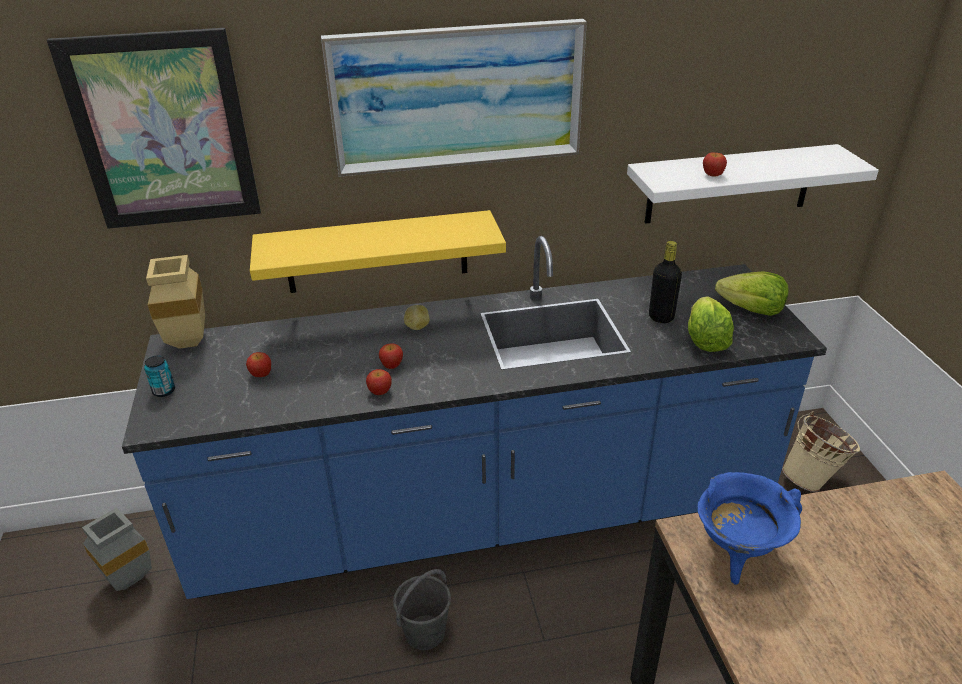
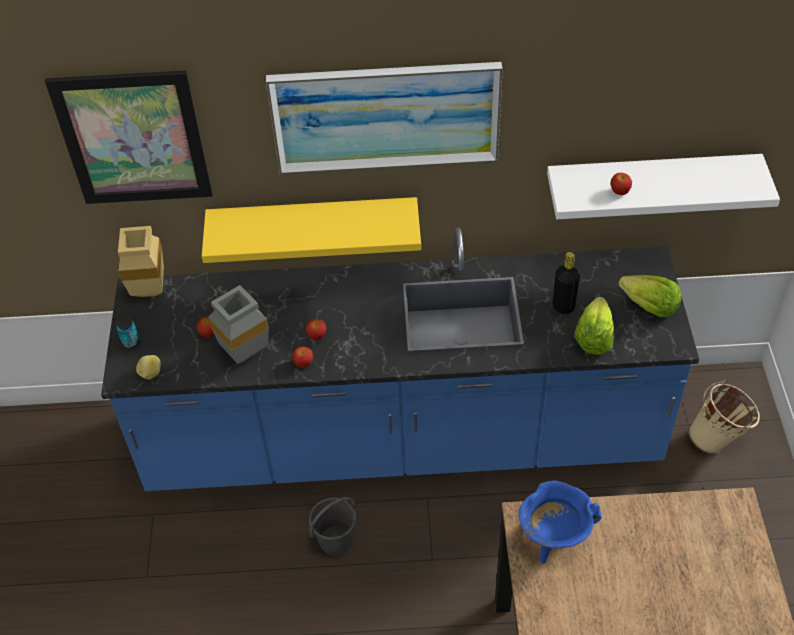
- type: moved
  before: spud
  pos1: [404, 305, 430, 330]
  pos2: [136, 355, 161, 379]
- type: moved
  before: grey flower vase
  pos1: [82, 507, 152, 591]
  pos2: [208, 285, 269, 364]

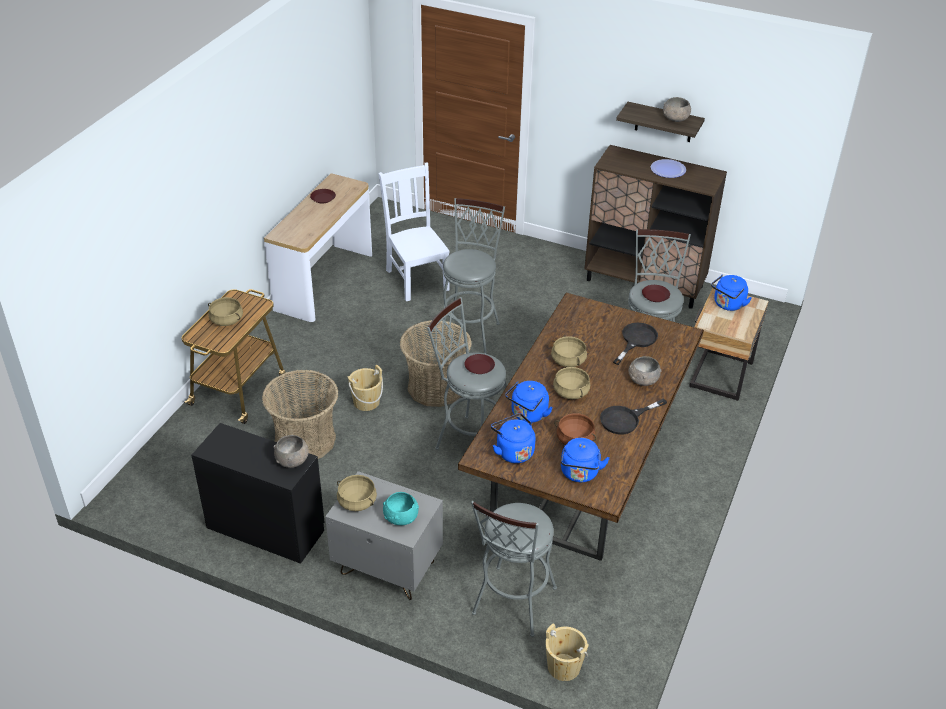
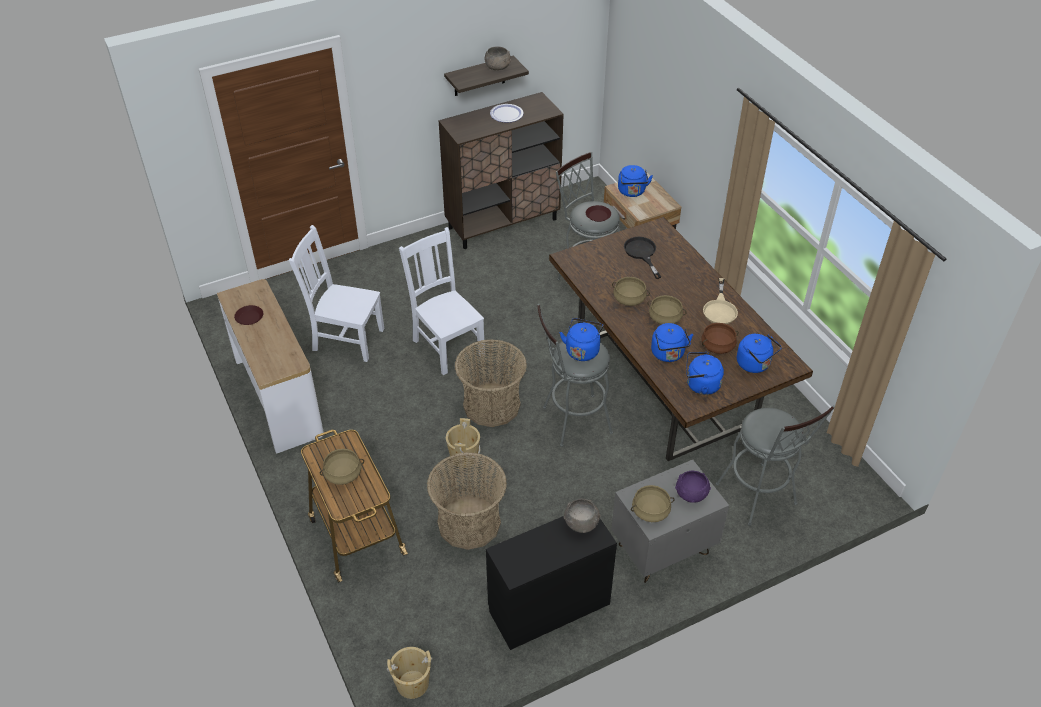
- type: moved
  before: sand-coloured water bucket
  pos1: [545, 623, 589, 681]
  pos2: [387, 647, 433, 699]
- type: replaced
  before: grey stool seat
  after: white chair
  pos1: [437, 198, 505, 354]
  pos2: [399, 227, 485, 375]
- type: replaced
  before: brown dinner plate
  after: blue water kettle
  pos1: [464, 354, 495, 374]
  pos2: [560, 318, 604, 361]
- type: recoloured
  before: turquoise serving bowl
  after: purplish serving bowl
  pos1: [383, 492, 419, 525]
  pos2: [675, 470, 711, 503]
- type: recoloured
  before: blackish skillet
  after: sand-coloured skillet
  pos1: [600, 398, 667, 435]
  pos2: [703, 278, 738, 324]
- type: removed
  before: grey serving bowl
  pos1: [629, 356, 662, 386]

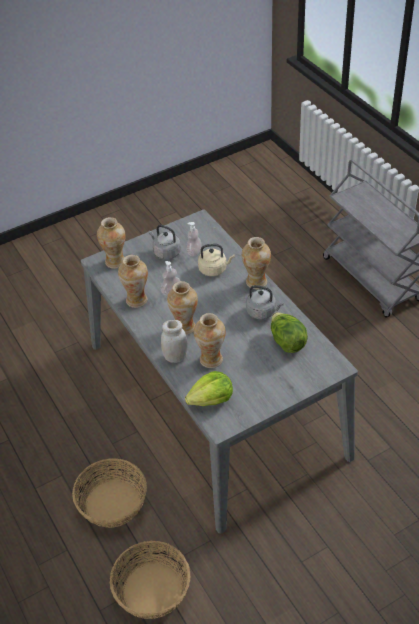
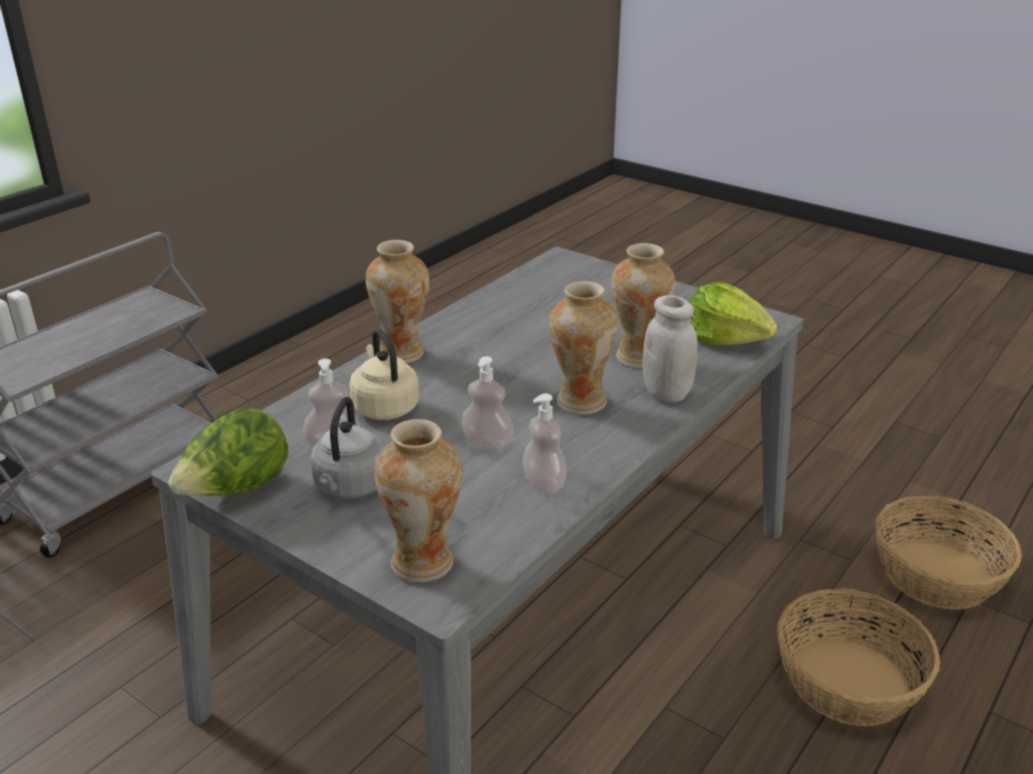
- type: moved
  before: head of lettuce
  pos1: [271, 312, 308, 353]
  pos2: [168, 408, 288, 496]
- type: replaced
  before: flower vase
  after: liquid soap bottle
  pos1: [118, 255, 148, 308]
  pos2: [522, 393, 567, 494]
- type: removed
  before: grey water kettle
  pos1: [246, 285, 284, 319]

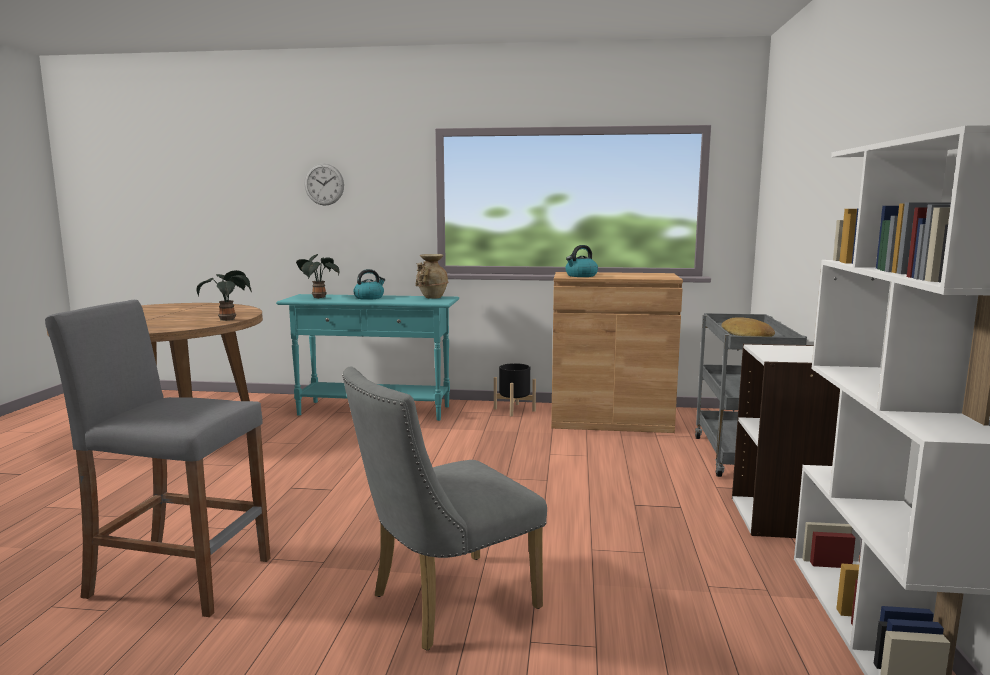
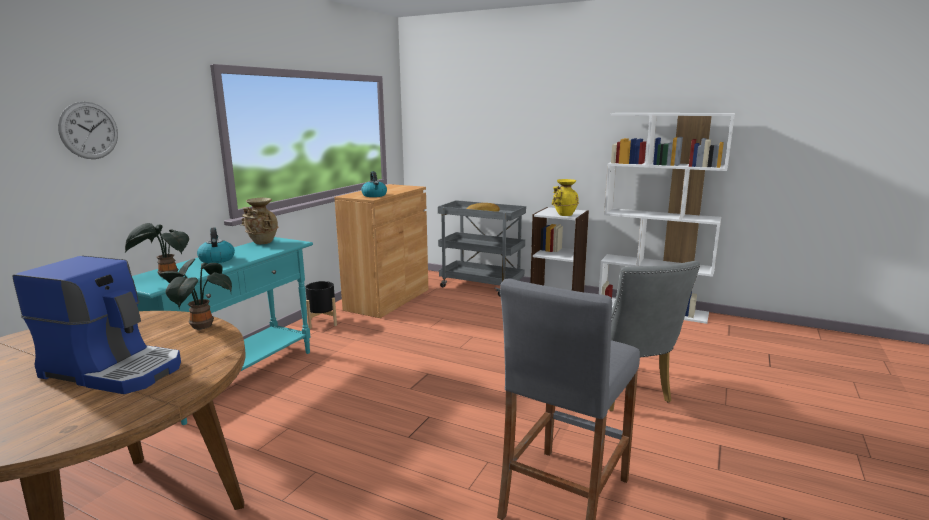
- type: added
  after: coffee maker
  pos2: [13, 256, 181, 394]
- type: added
  after: yellow-coloured flower vase
  pos2: [552, 179, 579, 216]

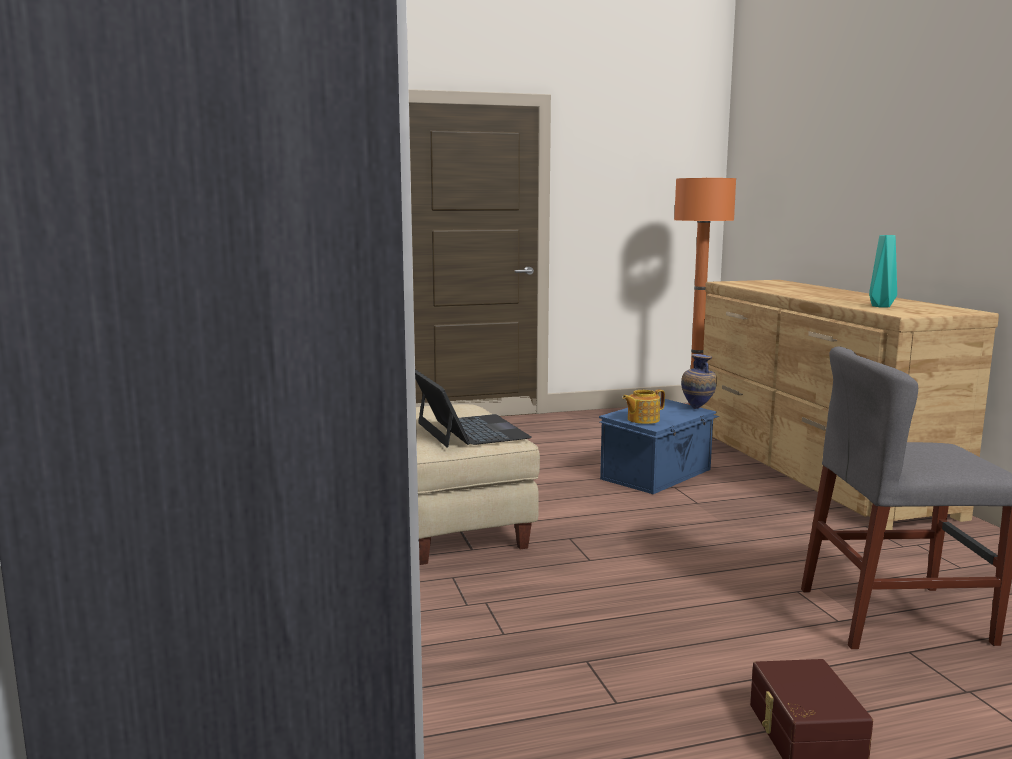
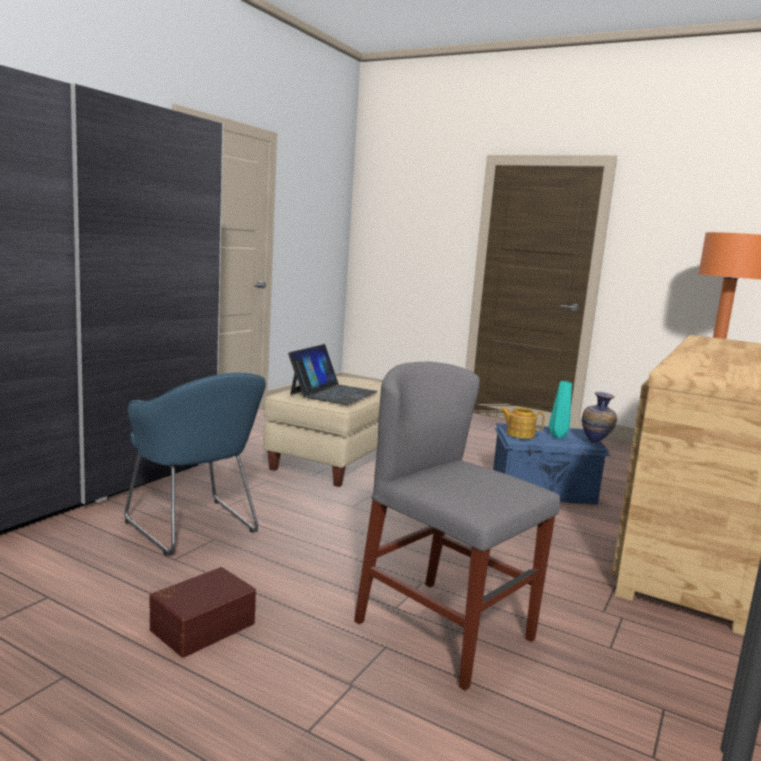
- type: added
  after: blue easy chair
  pos2: [125, 373, 266, 556]
- type: moved
  before: turquoise flower vase
  pos1: [869, 235, 897, 307]
  pos2: [549, 381, 572, 438]

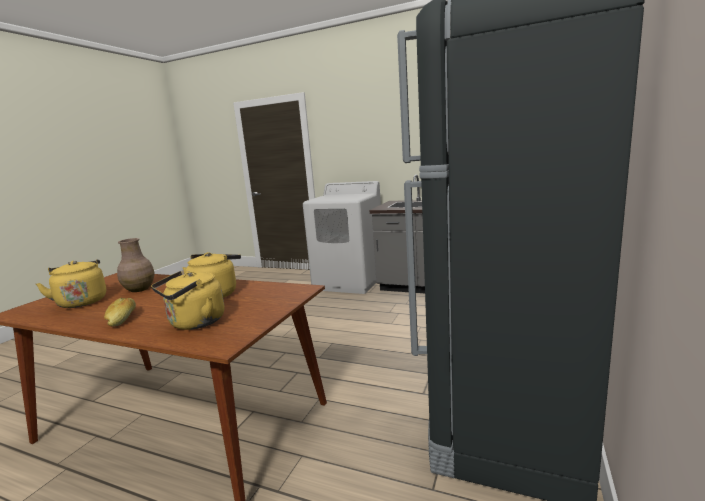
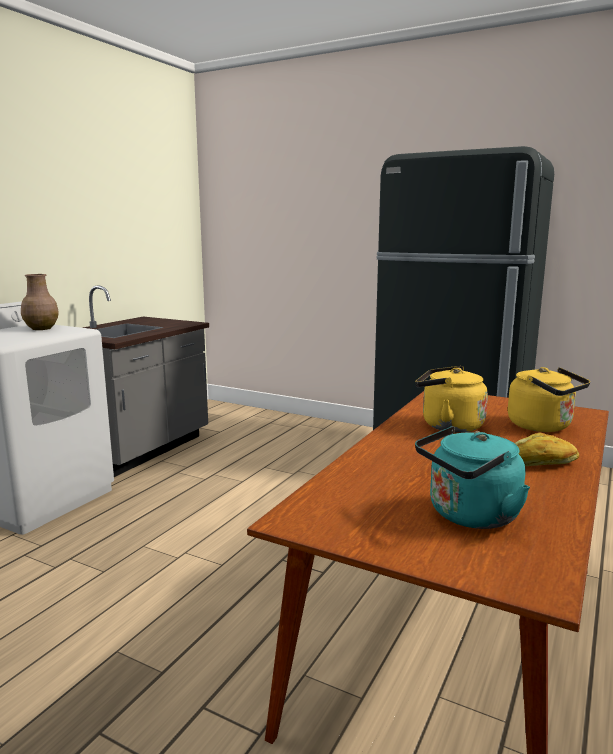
- type: moved
  before: brown flower vase
  pos1: [117, 238, 155, 292]
  pos2: [21, 274, 59, 330]
- type: recoloured
  before: yellow-coloured water kettle
  after: turquoise water kettle
  pos1: [36, 259, 106, 308]
  pos2: [415, 426, 530, 529]

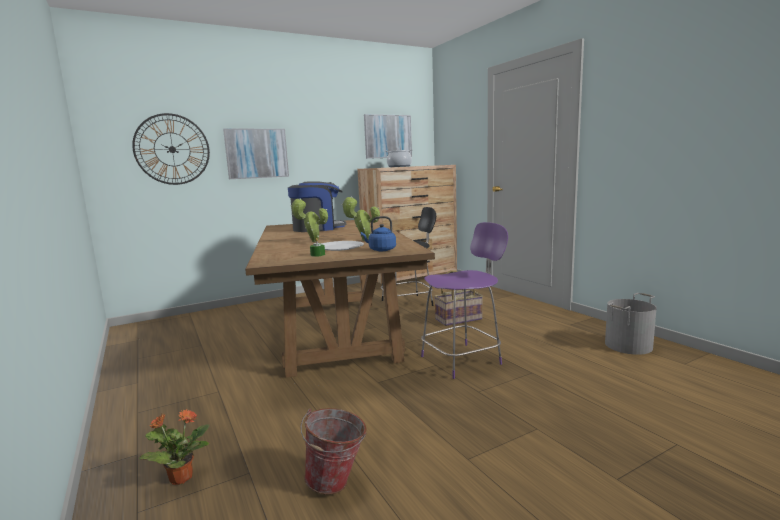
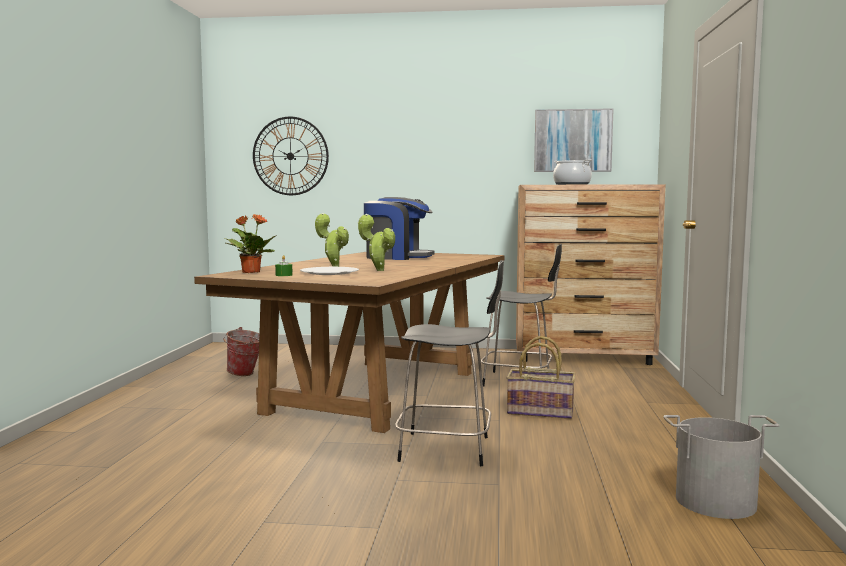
- type: moved
  before: water bucket
  pos1: [301, 408, 367, 494]
  pos2: [223, 327, 259, 376]
- type: moved
  before: houseplant
  pos1: [139, 410, 209, 485]
  pos2: [225, 214, 277, 273]
- type: recoloured
  before: purplish stool seat
  after: blackish stool seat
  pos1: [421, 222, 508, 379]
  pos2: [395, 260, 504, 466]
- type: removed
  before: wall picture
  pos1: [223, 129, 289, 179]
- type: removed
  before: blue water kettle
  pos1: [361, 216, 396, 251]

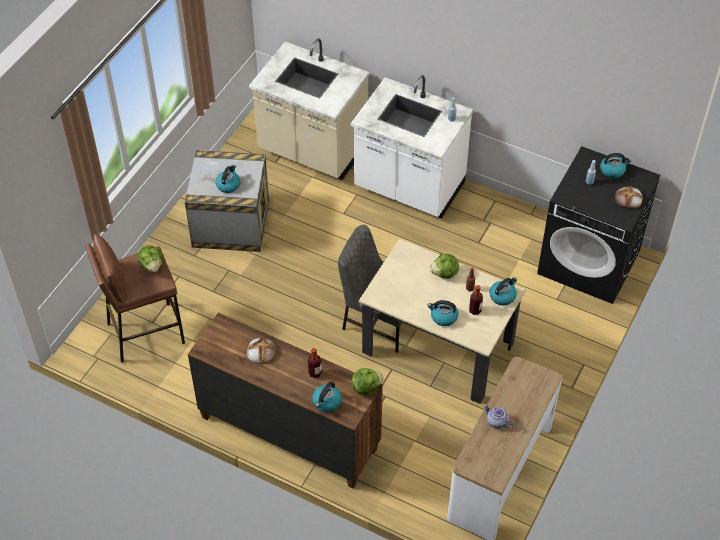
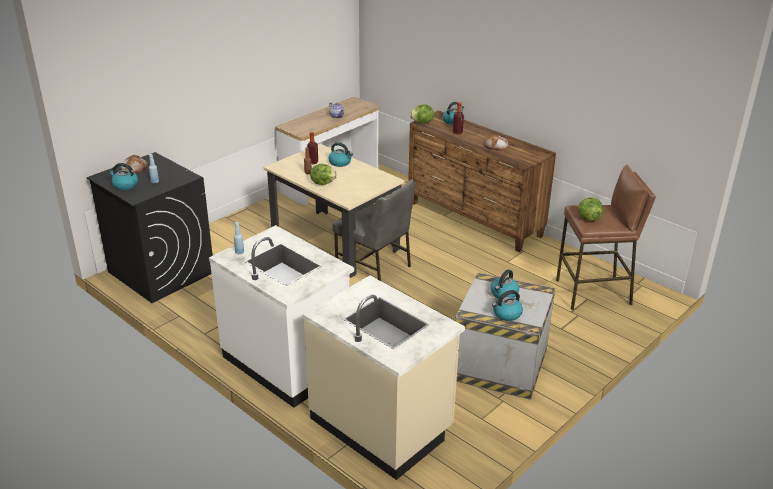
- type: moved
  before: water kettle
  pos1: [489, 277, 517, 305]
  pos2: [492, 290, 523, 321]

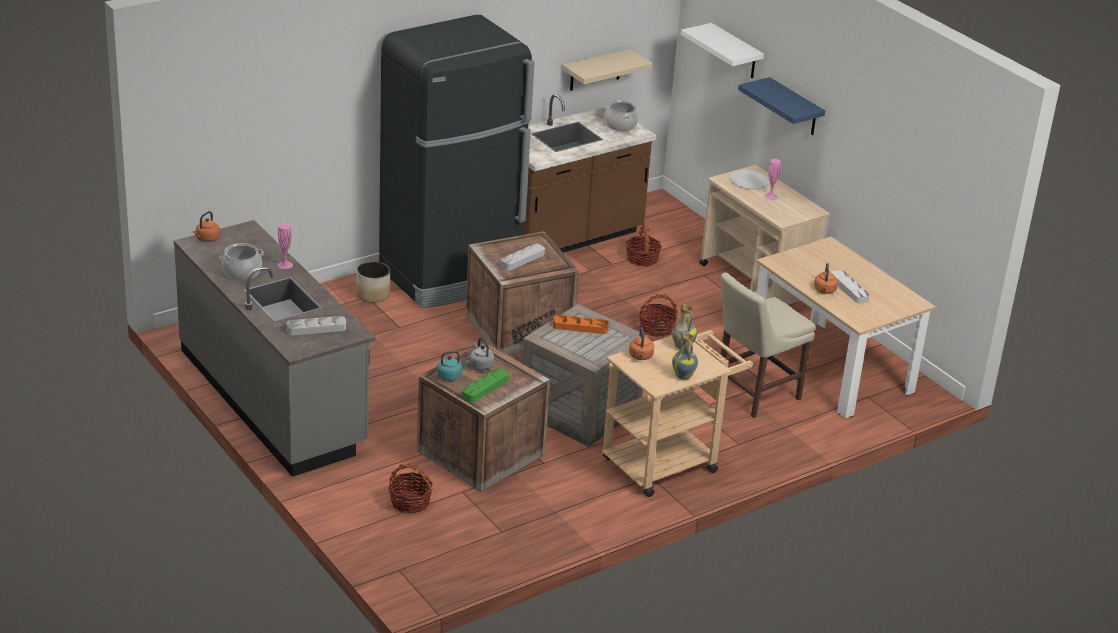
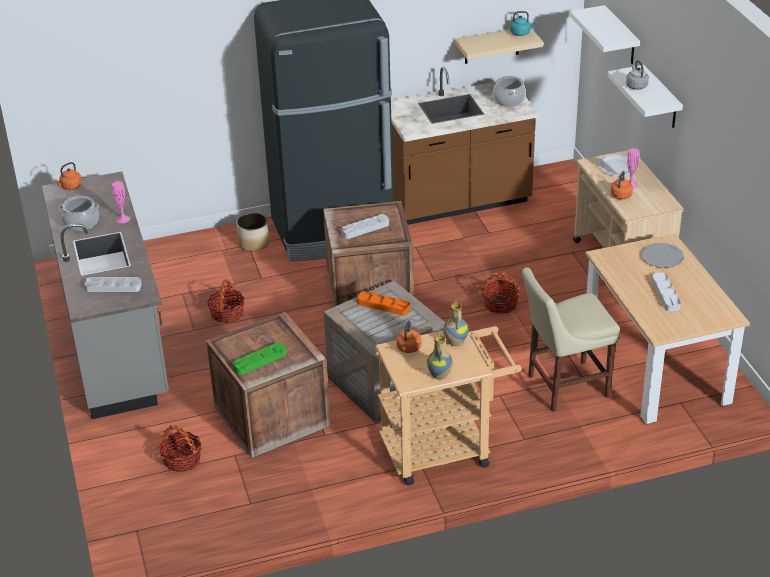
- type: moved
  before: household basket
  pos1: [626, 224, 662, 266]
  pos2: [207, 279, 245, 323]
- type: moved
  before: turquoise water kettle
  pos1: [437, 351, 469, 381]
  pos2: [510, 11, 537, 36]
- type: recoloured
  before: blue shelf
  after: white shelf
  pos1: [738, 77, 825, 135]
  pos2: [607, 65, 683, 128]
- type: moved
  before: orange water kettle
  pos1: [814, 263, 838, 294]
  pos2: [611, 171, 633, 199]
- type: moved
  before: grey water kettle
  pos1: [470, 338, 494, 370]
  pos2: [626, 60, 649, 90]
- type: added
  after: dinner plate
  pos2: [641, 243, 684, 268]

